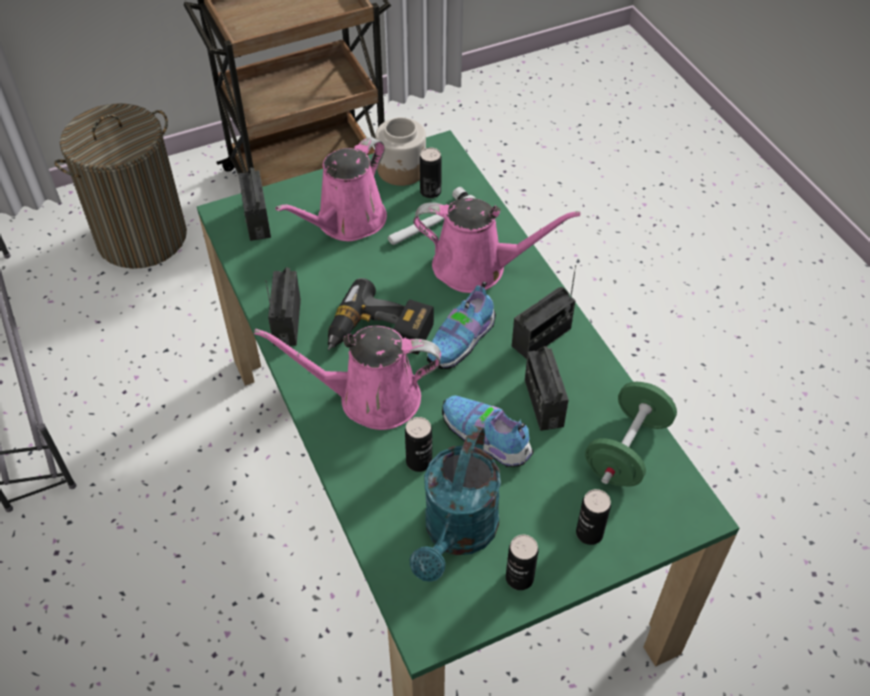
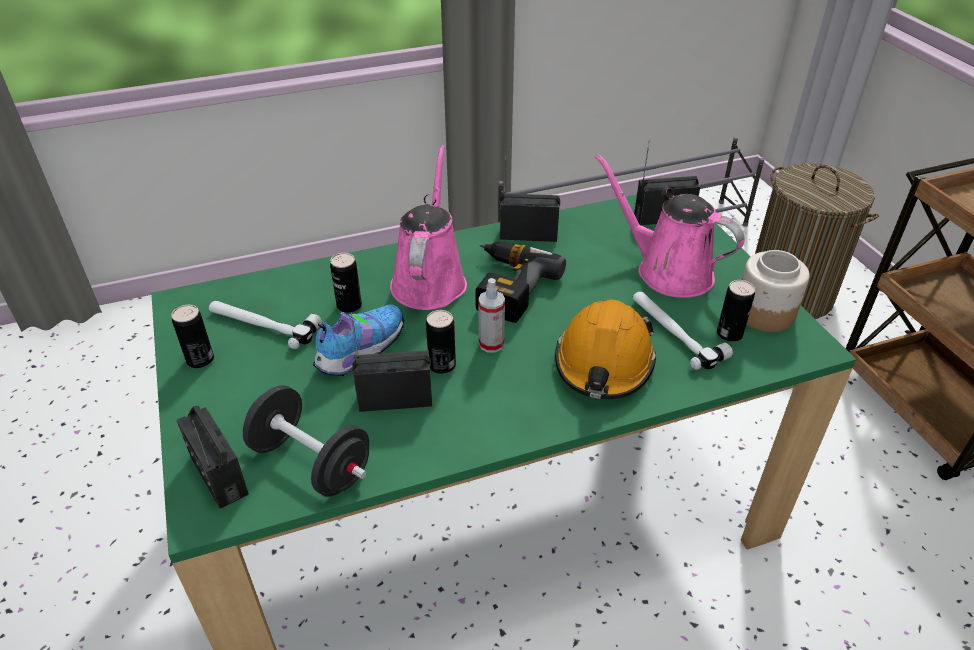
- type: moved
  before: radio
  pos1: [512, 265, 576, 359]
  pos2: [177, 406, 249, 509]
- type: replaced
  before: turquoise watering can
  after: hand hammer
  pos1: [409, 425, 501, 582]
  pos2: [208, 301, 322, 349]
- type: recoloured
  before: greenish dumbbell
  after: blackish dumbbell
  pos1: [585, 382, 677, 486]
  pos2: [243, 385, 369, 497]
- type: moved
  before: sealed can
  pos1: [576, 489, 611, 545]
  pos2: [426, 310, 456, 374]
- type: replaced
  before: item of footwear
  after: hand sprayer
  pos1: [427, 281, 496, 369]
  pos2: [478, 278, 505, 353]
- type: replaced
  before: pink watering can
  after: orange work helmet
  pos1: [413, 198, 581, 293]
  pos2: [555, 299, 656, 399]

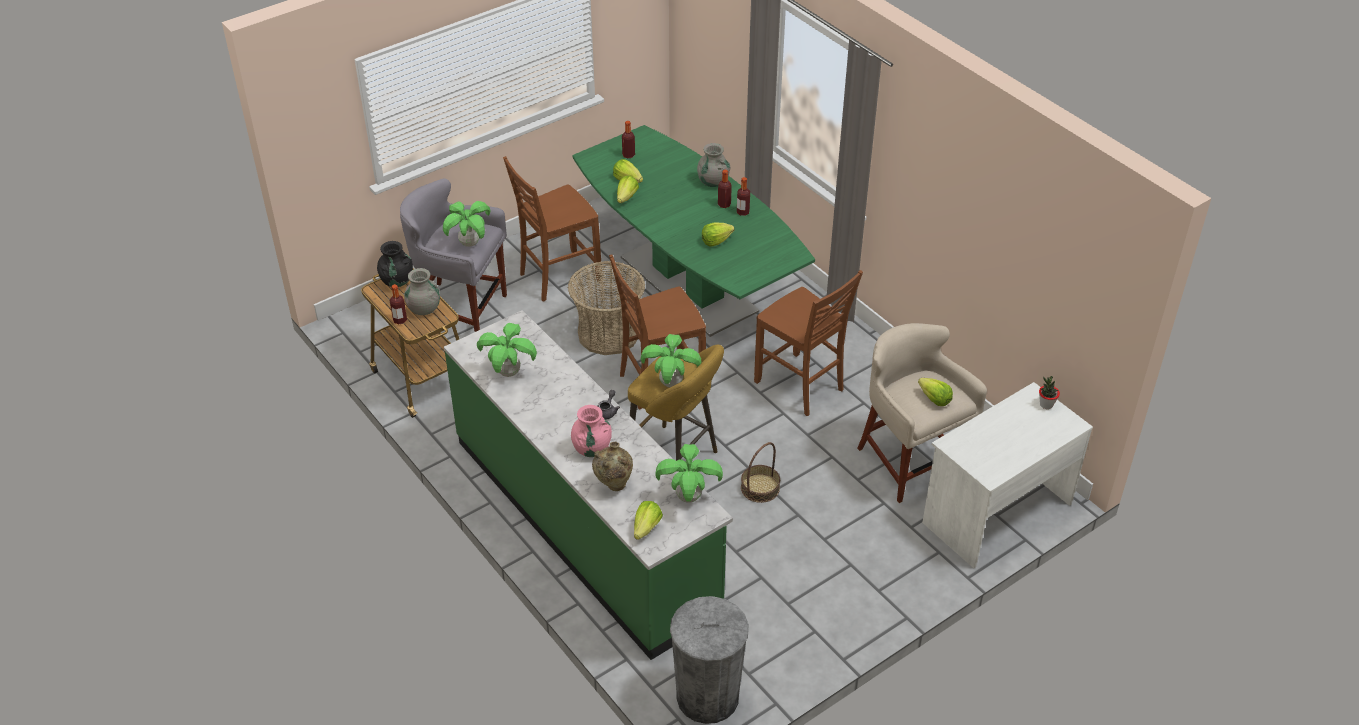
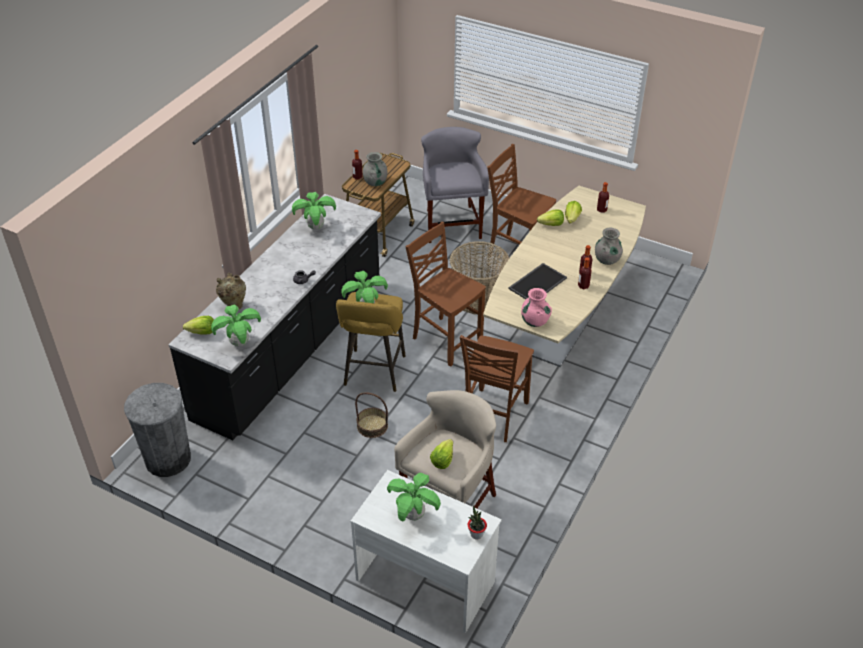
- type: recoloured
  before: greenish counter
  after: blackish counter
  pos1: [444, 310, 733, 660]
  pos2: [169, 194, 381, 440]
- type: moved
  before: houseplant
  pos1: [443, 201, 491, 247]
  pos2: [387, 473, 441, 521]
- type: recoloured
  before: greenish dinner table
  after: sand-coloured dinner table
  pos1: [572, 125, 815, 337]
  pos2: [483, 186, 646, 367]
- type: replaced
  before: head of lettuce
  after: carrying tray
  pos1: [702, 222, 734, 247]
  pos2: [508, 263, 567, 299]
- type: moved
  before: pink flower vase
  pos1: [571, 405, 612, 457]
  pos2: [521, 288, 552, 327]
- type: removed
  before: blackish flower vase
  pos1: [377, 241, 413, 287]

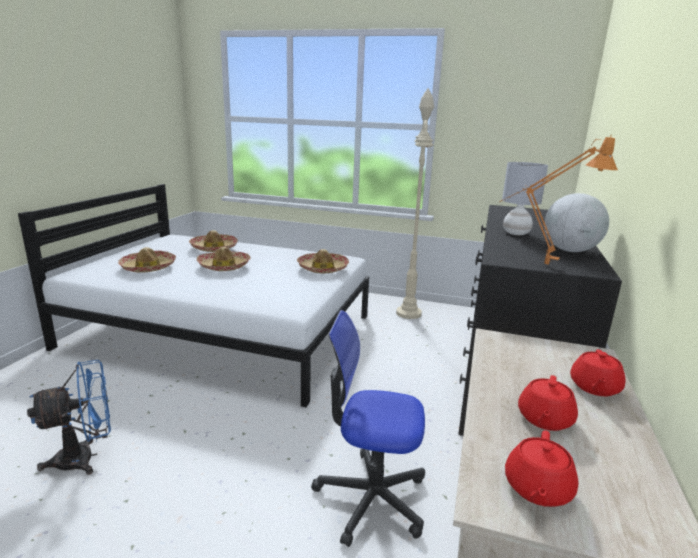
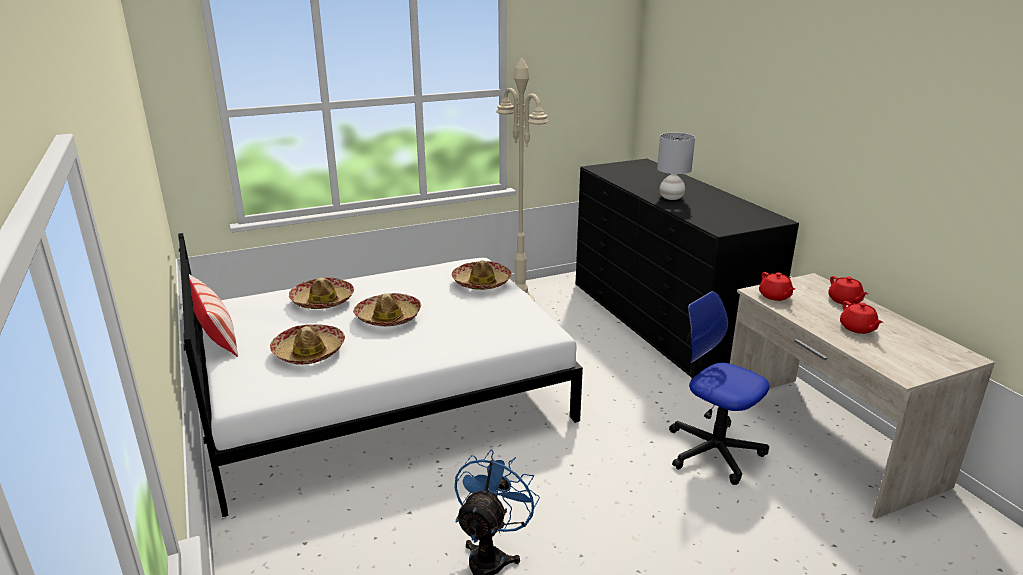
- type: added
  after: cushion
  pos2: [189, 274, 238, 357]
- type: turned
  before: computer chair
  pos1: [311, 310, 425, 547]
  pos2: [669, 291, 769, 485]
  turn: 75
- type: moved
  before: red-coloured tea pot
  pos1: [505, 430, 578, 507]
  pos2: [759, 272, 795, 301]
- type: removed
  before: orange tabletop lamp
  pos1: [499, 135, 618, 264]
- type: removed
  before: desk globe
  pos1: [545, 193, 609, 252]

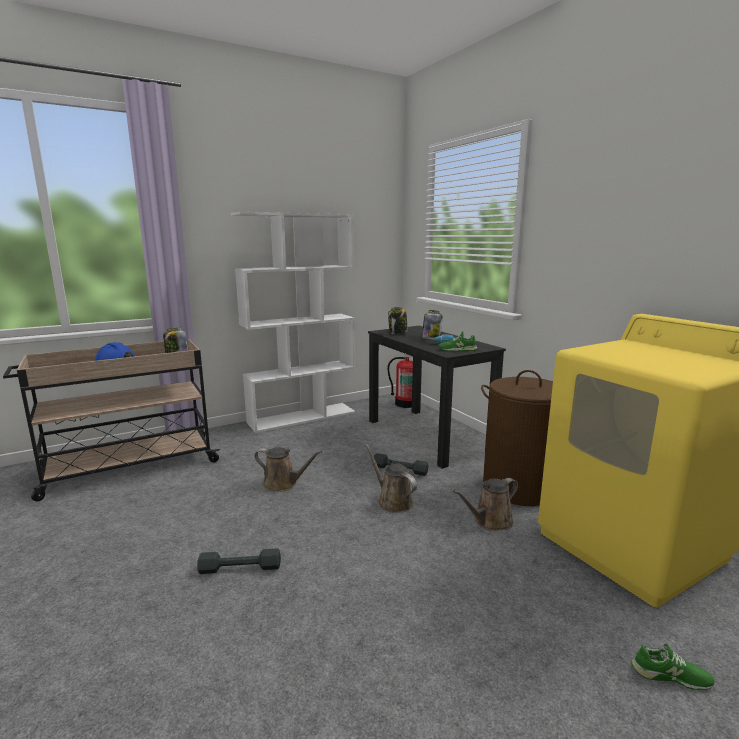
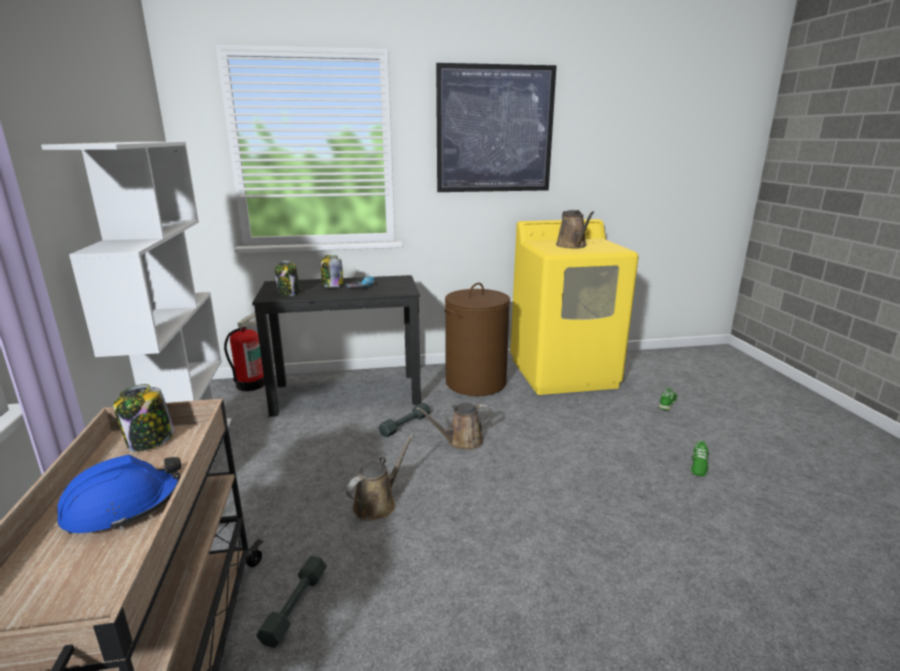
- type: moved
  before: grey dumbbell
  pos1: [197, 548, 281, 574]
  pos2: [256, 556, 327, 648]
- type: added
  after: wall picture
  pos2: [436, 63, 557, 192]
- type: moved
  before: brown watering can
  pos1: [453, 478, 518, 530]
  pos2: [556, 210, 594, 248]
- type: moved
  before: greenish item of footwear
  pos1: [438, 331, 477, 351]
  pos2: [690, 441, 709, 476]

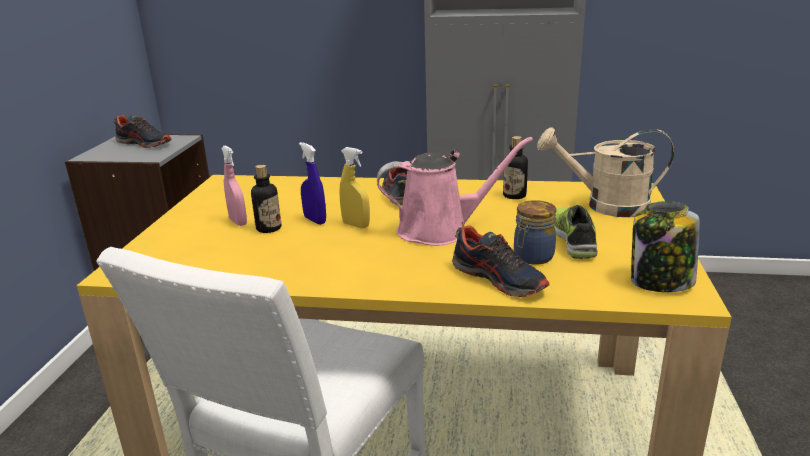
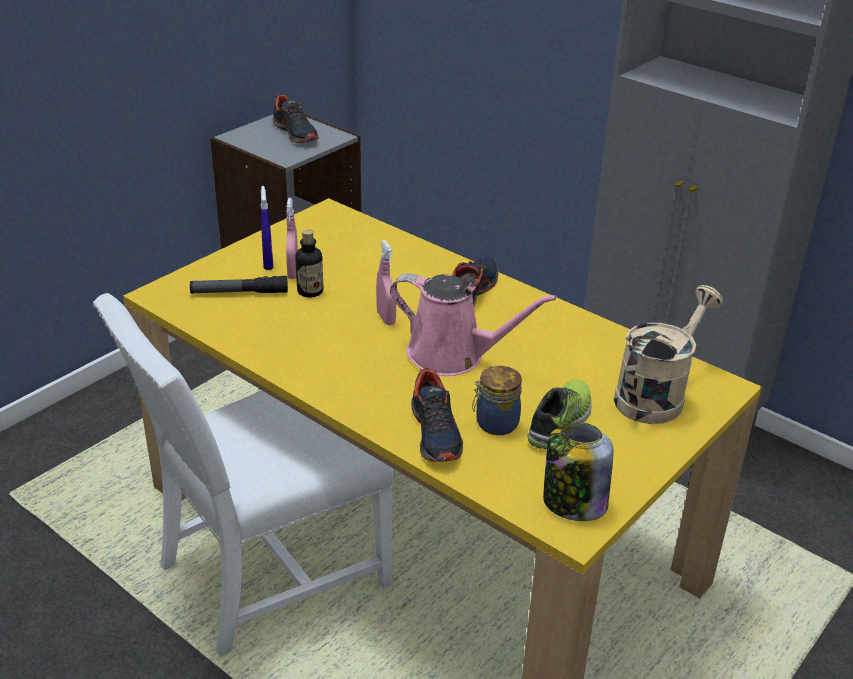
- type: added
  after: flashlight
  pos2: [190, 276, 288, 293]
- type: moved
  before: blue hand sprayer
  pos1: [299, 142, 326, 225]
  pos2: [261, 186, 273, 270]
- type: recoloured
  before: yellow-coloured hand sprayer
  after: pink hand sprayer
  pos1: [339, 147, 370, 228]
  pos2: [376, 240, 396, 325]
- type: turned
  before: sand-coloured watering can
  pos1: [537, 127, 674, 217]
  pos2: [614, 285, 723, 424]
  turn: 90
- type: removed
  before: beverage bottle
  pos1: [503, 136, 528, 199]

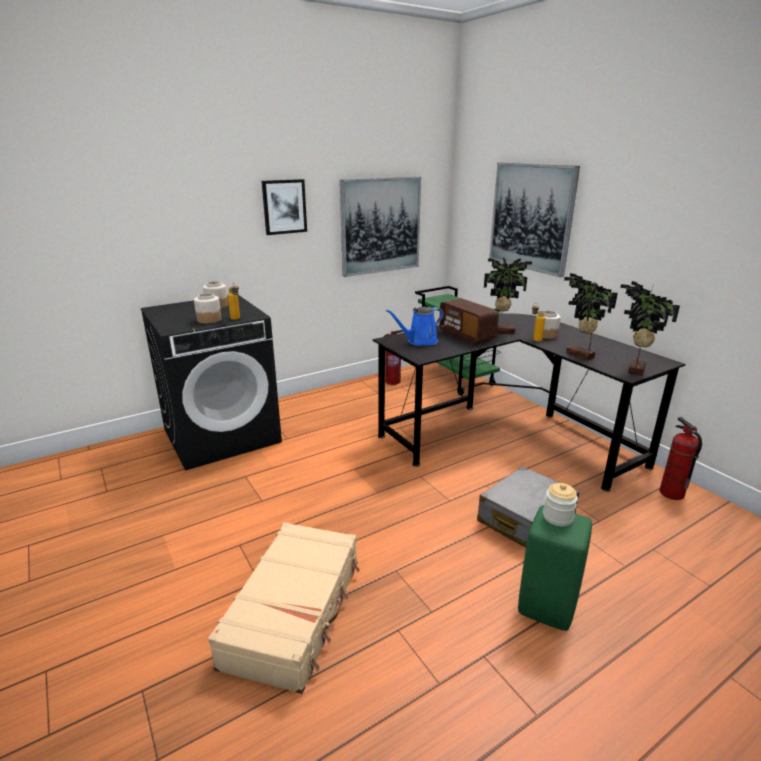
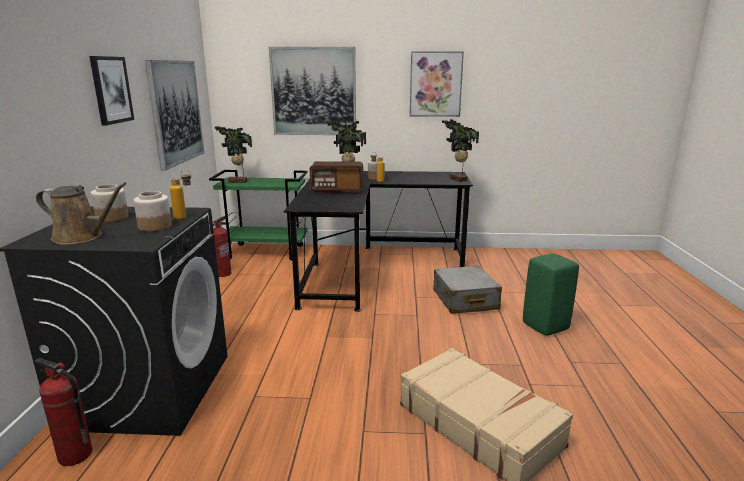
- type: moved
  before: fire extinguisher
  pos1: [660, 417, 702, 500]
  pos2: [35, 358, 93, 466]
- type: added
  after: brown watering can
  pos2: [36, 183, 126, 245]
- type: moved
  before: houseplant
  pos1: [564, 273, 618, 360]
  pos2: [215, 127, 252, 183]
- type: added
  after: wall picture
  pos2: [410, 51, 464, 117]
- type: removed
  before: blue watering can
  pos1: [386, 307, 444, 346]
- type: removed
  before: storage jar
  pos1: [543, 483, 578, 526]

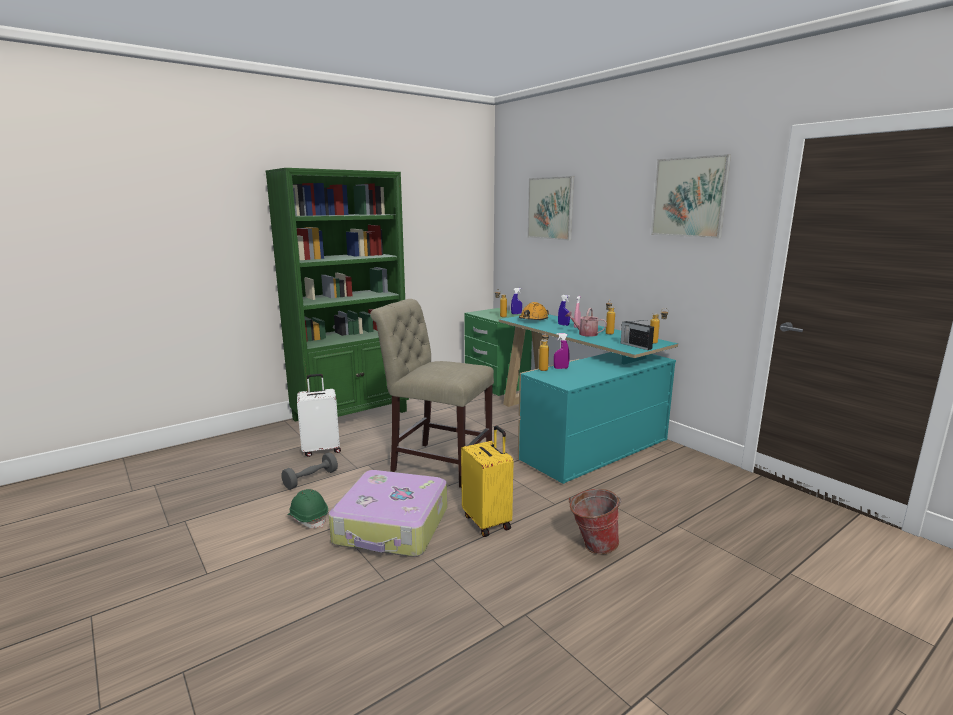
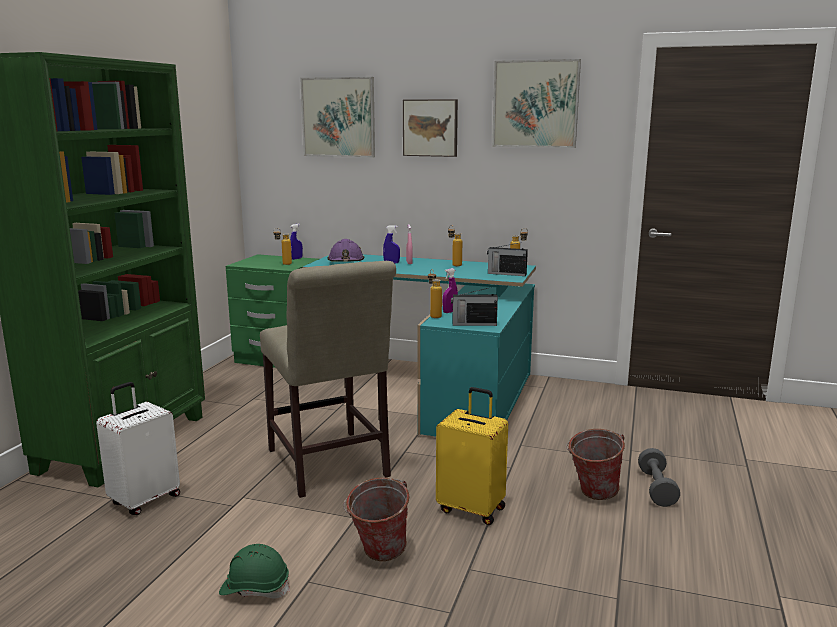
- type: turned
  before: sand-coloured chair
  pos1: [370, 299, 494, 488]
  pos2: [260, 261, 396, 498]
  turn: -105
- type: recoloured
  before: orange work helmet
  after: purplish work helmet
  pos1: [519, 302, 549, 320]
  pos2: [327, 239, 364, 262]
- type: replaced
  before: travel case
  after: water bucket
  pos1: [329, 470, 447, 557]
  pos2: [343, 478, 409, 561]
- type: added
  after: wall picture
  pos2: [403, 99, 458, 157]
- type: added
  after: radio
  pos2: [451, 287, 498, 326]
- type: moved
  before: grey dumbbell
  pos1: [281, 453, 338, 490]
  pos2: [638, 448, 680, 507]
- type: removed
  before: watering can
  pos1: [566, 308, 607, 337]

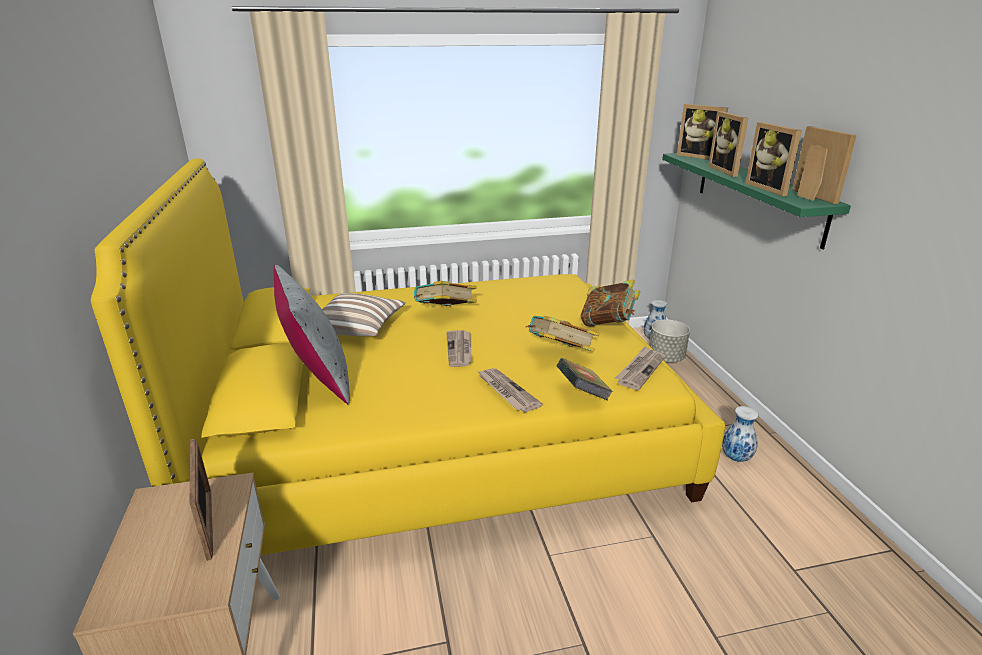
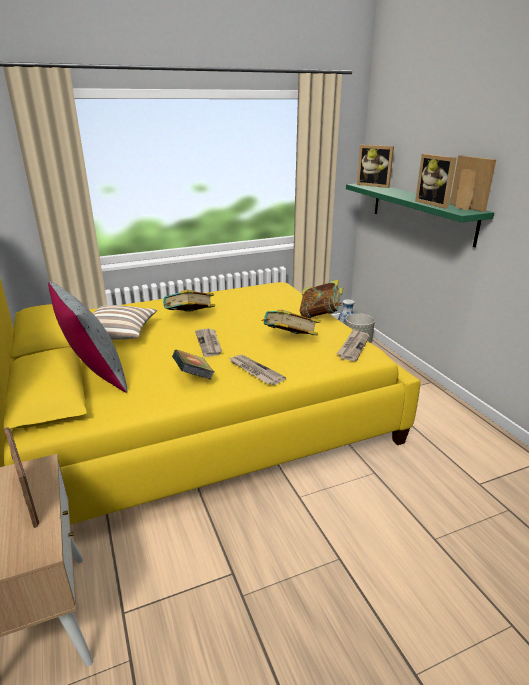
- type: moved
  before: bound book
  pos1: [557, 358, 613, 400]
  pos2: [172, 350, 214, 380]
- type: removed
  before: photo frame
  pos1: [708, 111, 748, 177]
- type: removed
  before: flower vase
  pos1: [722, 406, 759, 462]

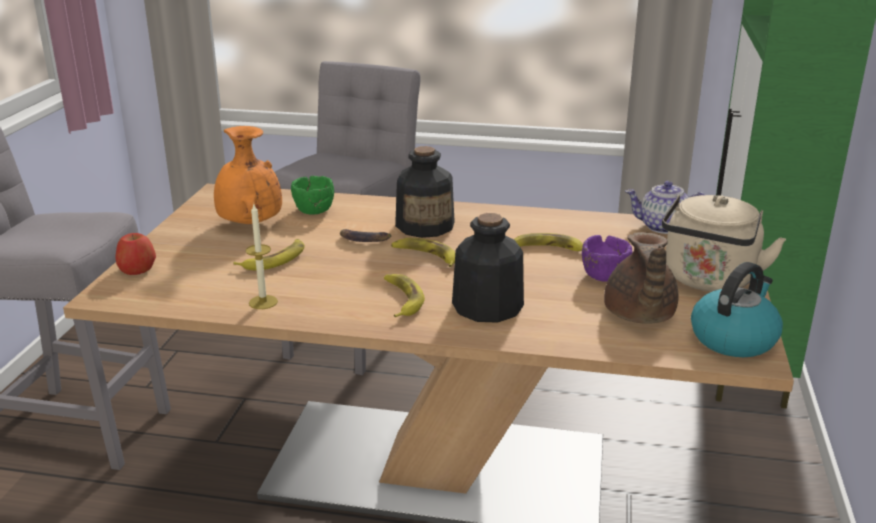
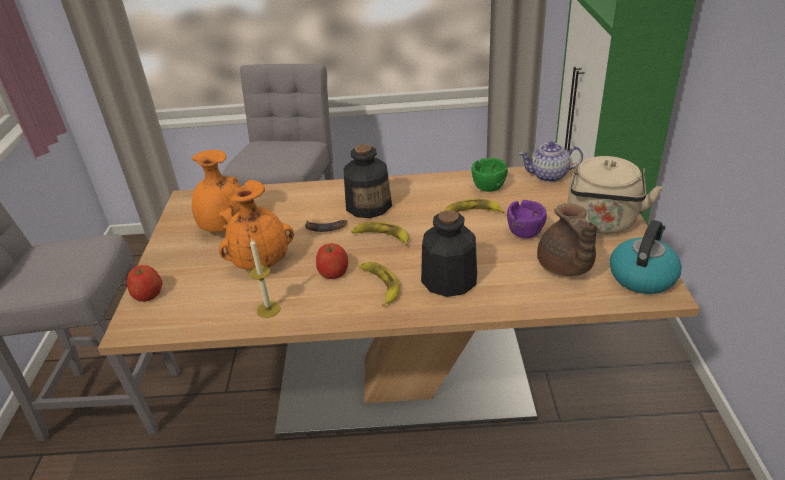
- type: replaced
  before: whole banana
  after: orange flower vase
  pos1: [233, 239, 305, 270]
  pos2: [218, 180, 294, 270]
- type: added
  after: apple
  pos2: [316, 243, 348, 279]
- type: moved
  before: greenish serving bowl
  pos1: [291, 176, 334, 215]
  pos2: [471, 158, 508, 192]

